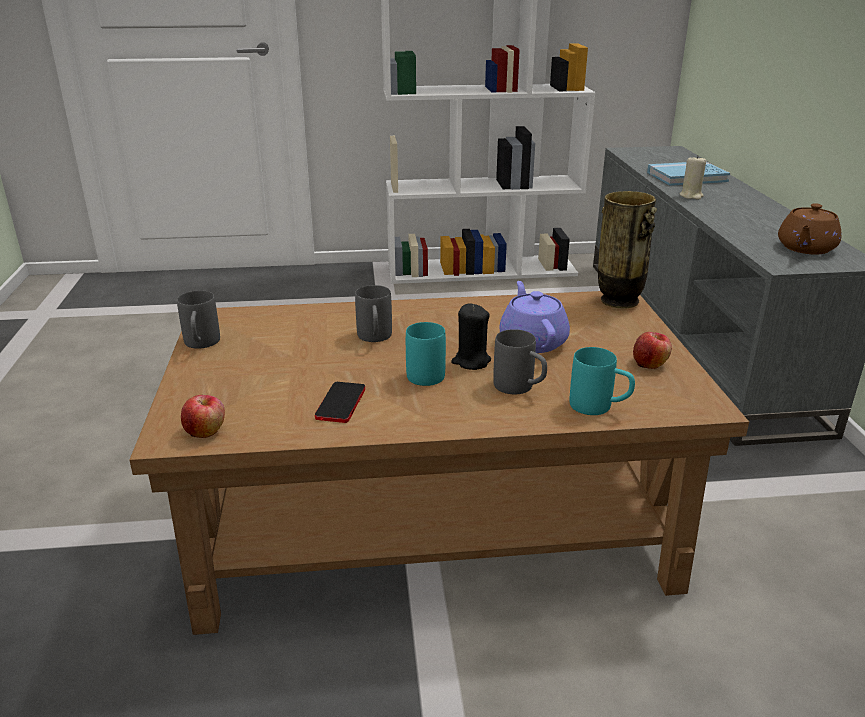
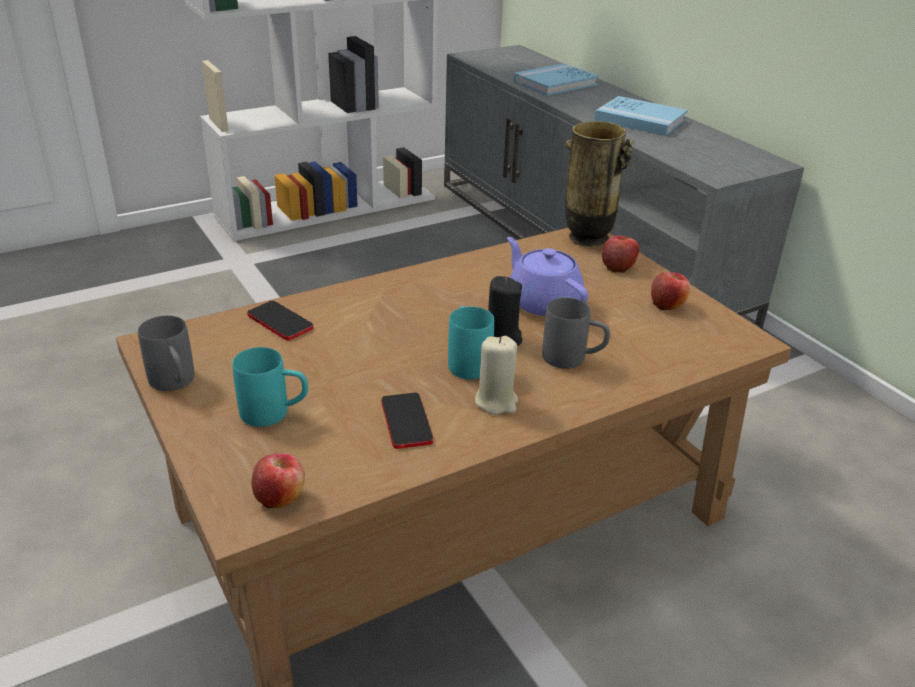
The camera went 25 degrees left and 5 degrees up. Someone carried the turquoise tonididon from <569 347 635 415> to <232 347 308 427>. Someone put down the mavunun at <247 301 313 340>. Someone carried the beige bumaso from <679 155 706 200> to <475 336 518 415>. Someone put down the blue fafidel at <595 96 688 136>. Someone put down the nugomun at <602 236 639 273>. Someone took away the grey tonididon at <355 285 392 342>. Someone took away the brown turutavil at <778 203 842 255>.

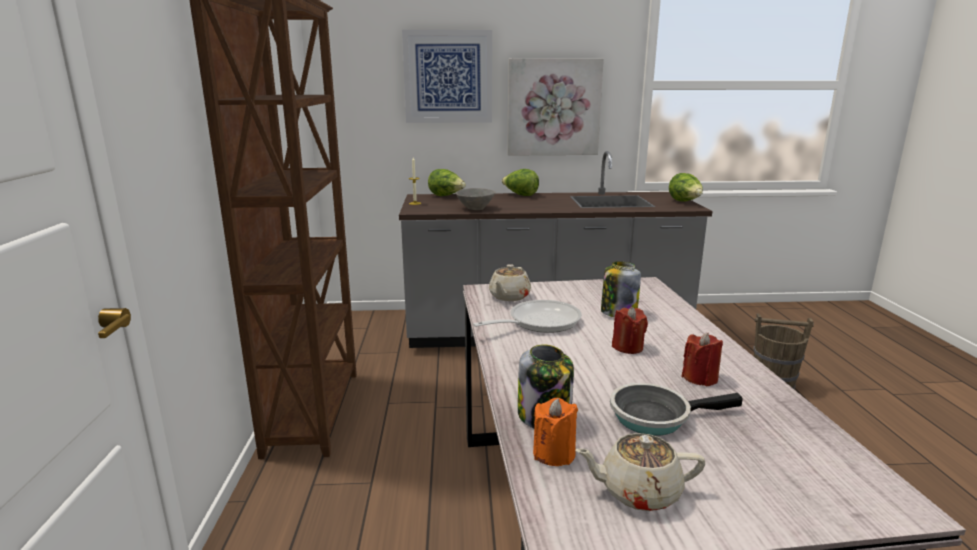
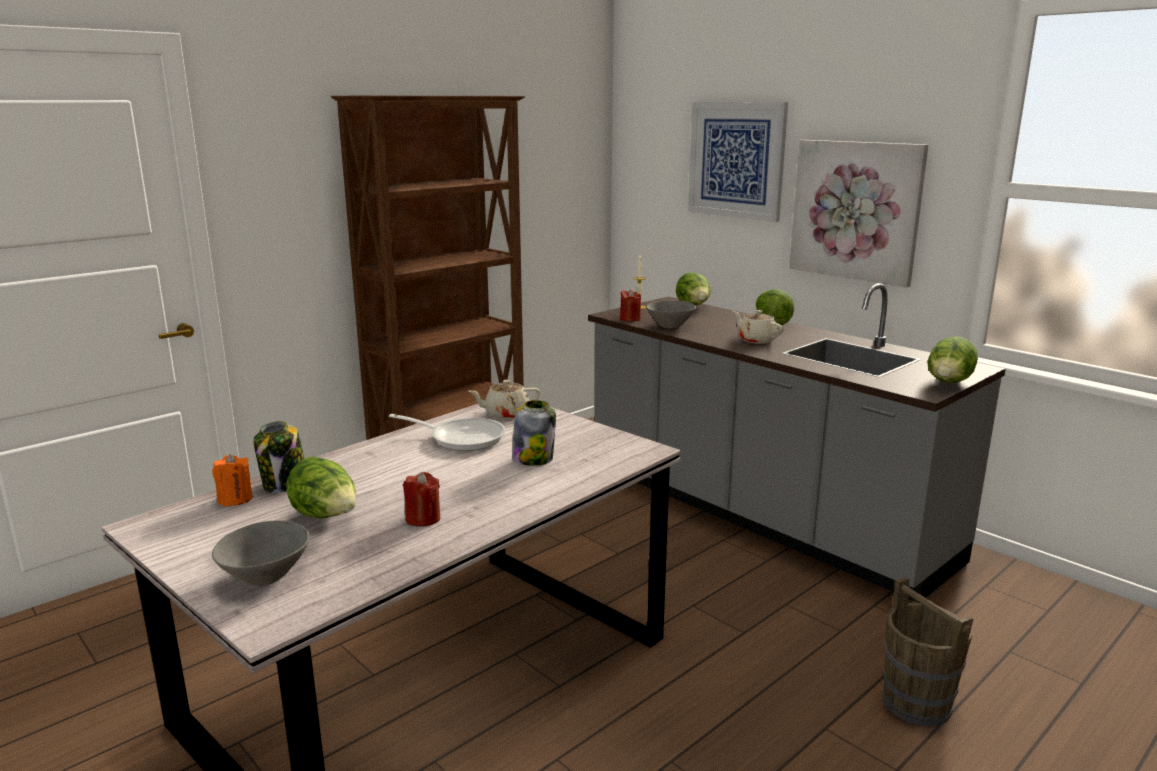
The camera went 50 degrees right and 0 degrees up. Someone put down the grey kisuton at <212 521 309 586>. Someone swapped the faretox at <610 383 743 435> for the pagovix at <286 456 356 519>. Someone carried the red bumaso from <612 307 648 354> to <620 289 641 322>. Someone carried the beige turutavil from <575 433 705 511> to <733 310 783 344>.

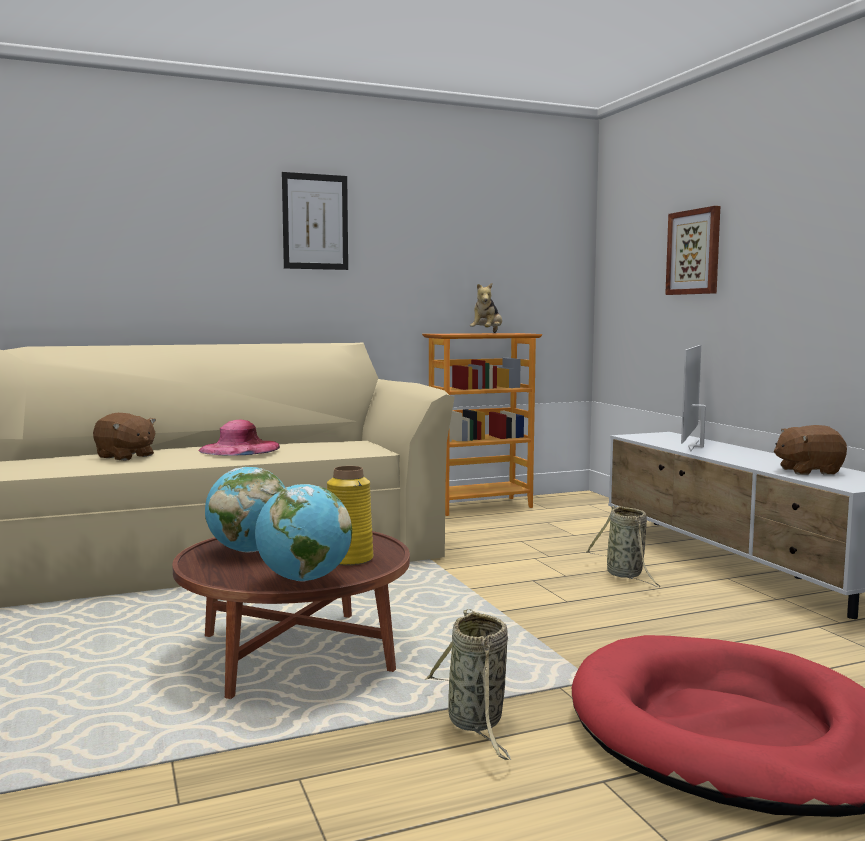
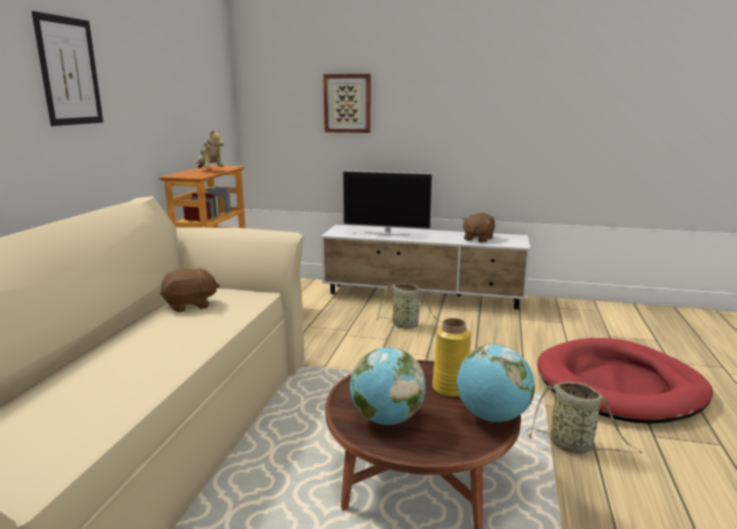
The camera went 55 degrees left and 10 degrees up. Someone carried the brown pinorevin from <93 413 156 461> to <160 267 220 312>. Someone rotated the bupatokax at <681 345 706 451> by 45 degrees counterclockwise. Someone took away the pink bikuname at <198 420 280 456>.

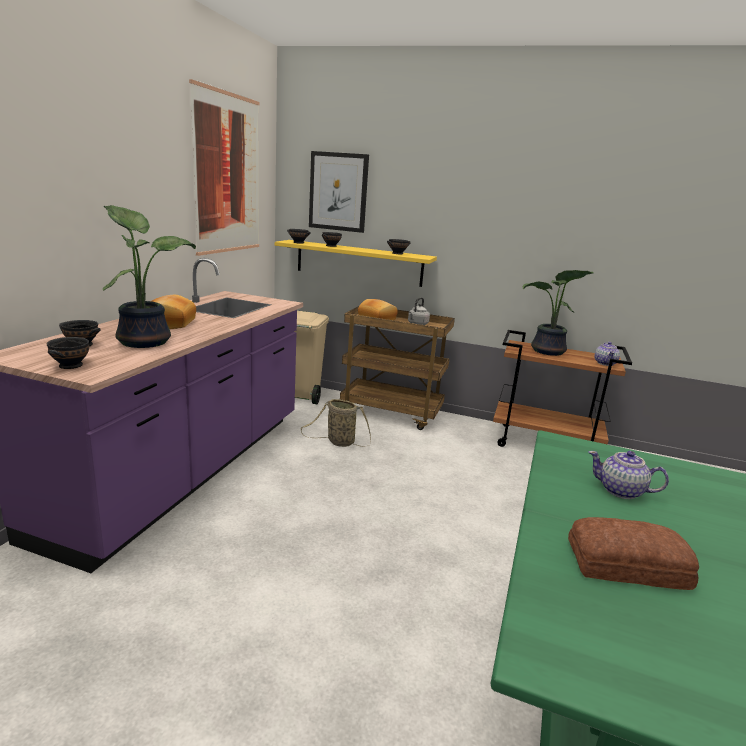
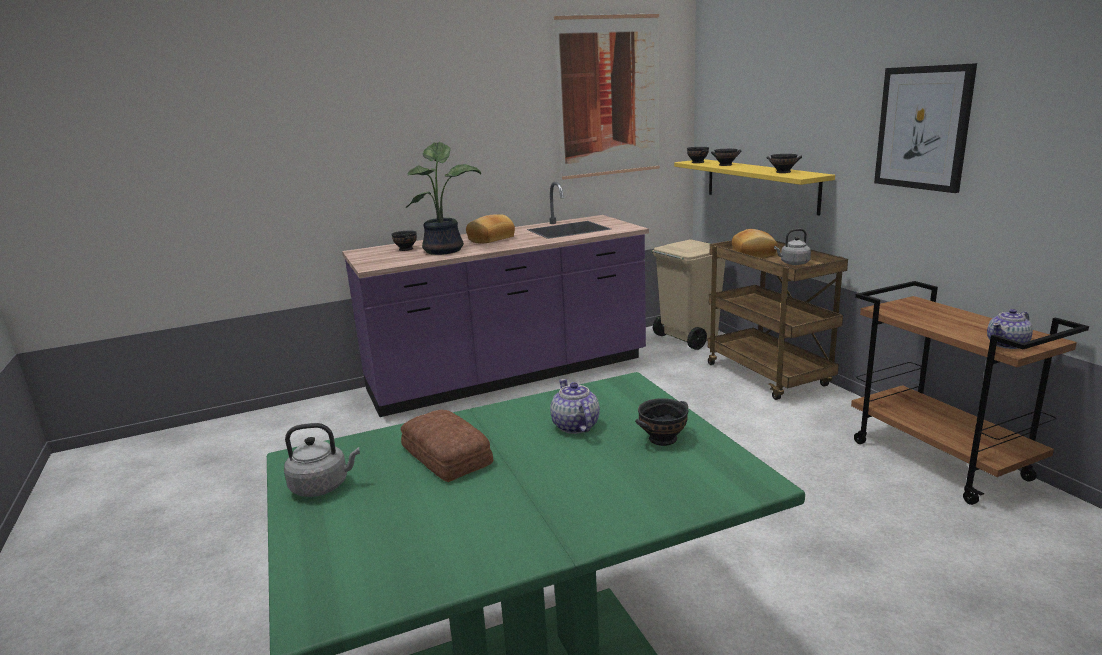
The camera went 50 degrees right and 0 degrees up. Someone put down the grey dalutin at <284 423 360 497>. Someone carried the black kisuton from <47 337 89 369> to <635 398 688 446>. Someone carried the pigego from <309 151 369 233> to <874 63 977 193>. Someone took away the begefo at <301 399 371 447>. Someone took away the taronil at <522 270 593 356>.

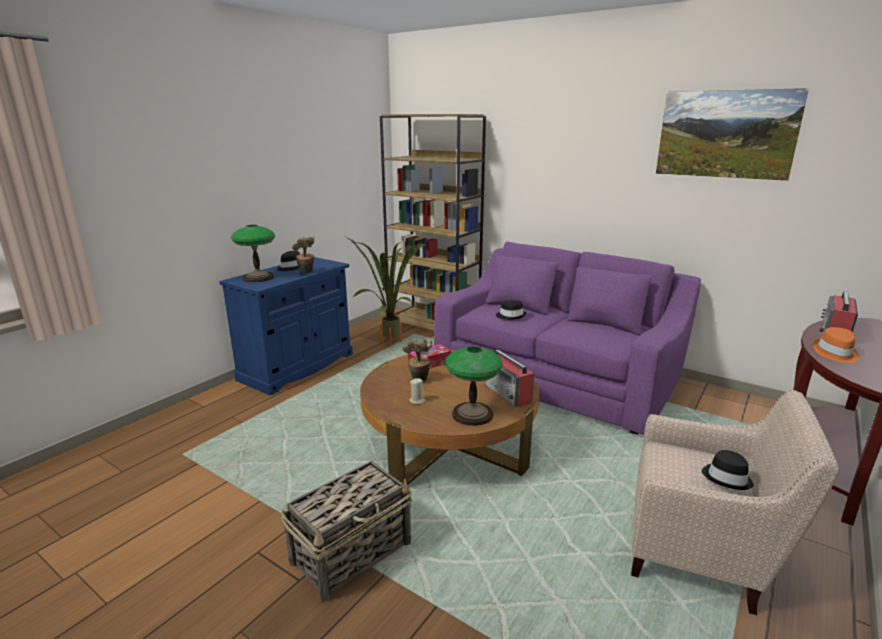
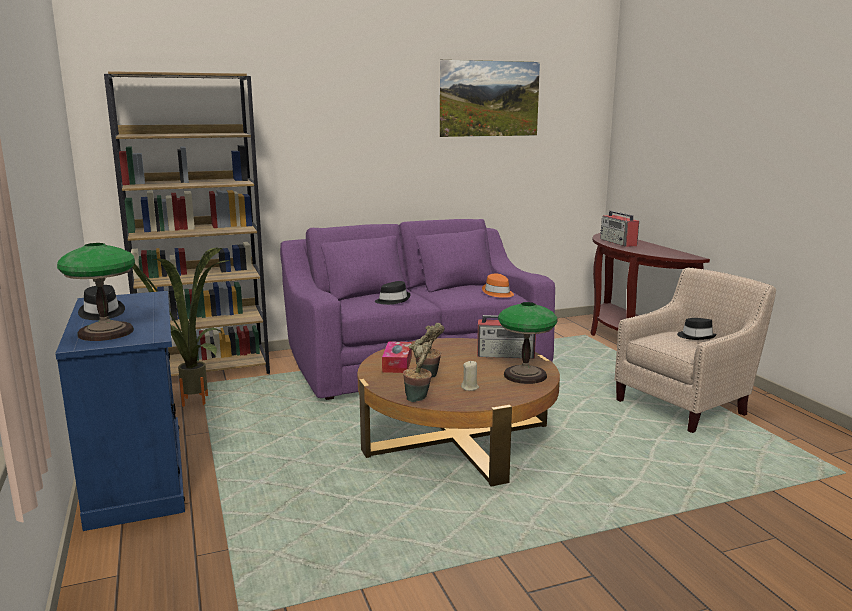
The camera went 55 degrees left and 5 degrees down. Someone carried the taronil from <292 236 315 273> to <403 339 432 402>. Someone carried the orange bikuname from <813 327 859 363> to <482 274 514 298>. Someone took away the begefo at <281 460 412 602>.

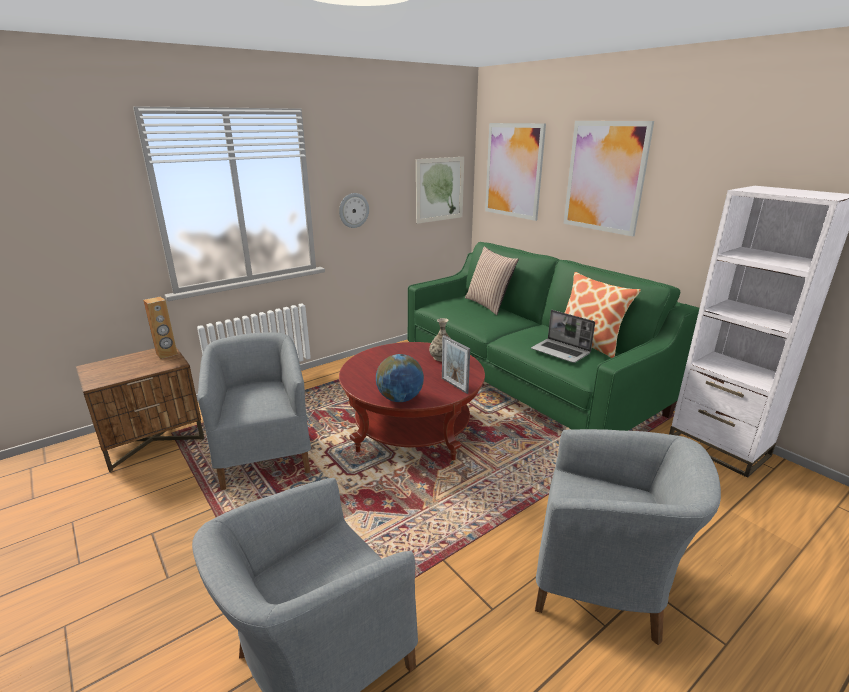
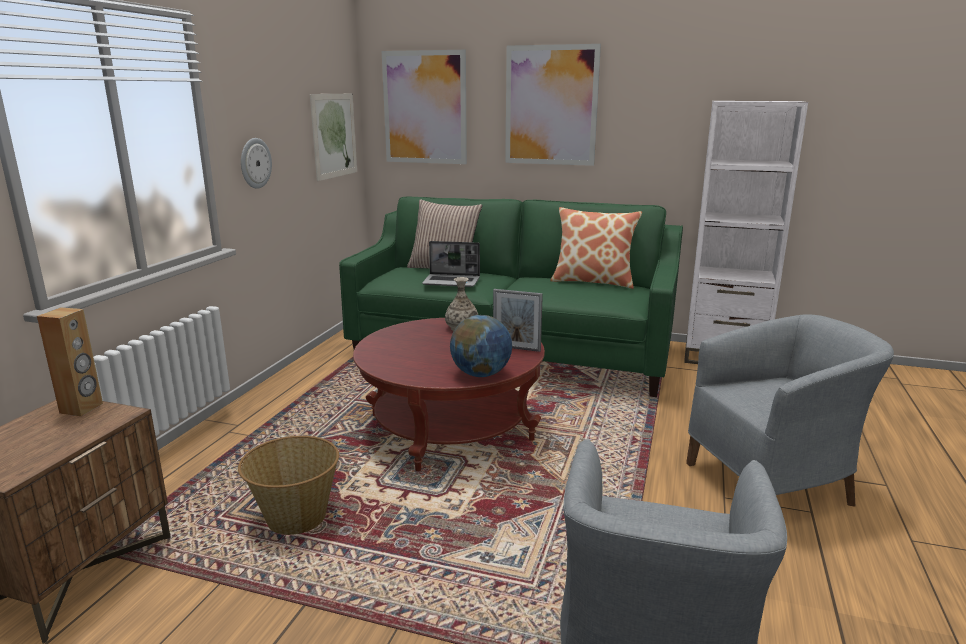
The camera went 35 degrees left and 5 degrees down. Someone swapped the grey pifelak at <198 332 311 490> for the begefo at <238 436 339 535>. Someone carried the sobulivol from <531 310 595 363> to <422 241 480 287>.

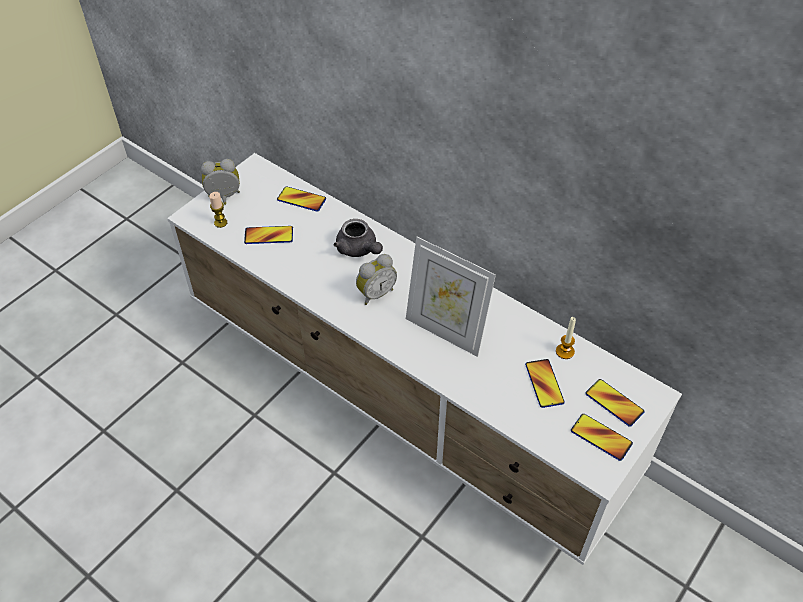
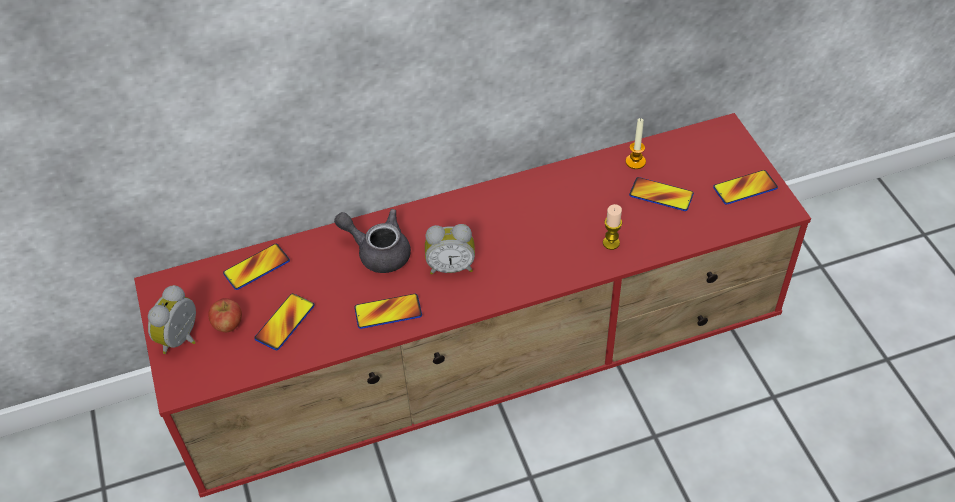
The camera went 55 degrees left and 0 degrees up. Someone repainted the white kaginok at <167 153 682 565>, which became the red kaginok at <134 113 811 498>. Someone put down the nugomun at <208 298 242 332>. Someone rotated the grey turutavil at <334 219 383 257> by 150 degrees counterclockwise. Someone carried the mavunun from <585 379 644 427> to <354 294 422 329>. Someone rotated the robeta at <356 254 397 305> by 90 degrees clockwise. Someone carried the bumaso from <209 192 227 228> to <603 204 622 250>. Someone took away the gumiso at <406 237 496 357>.

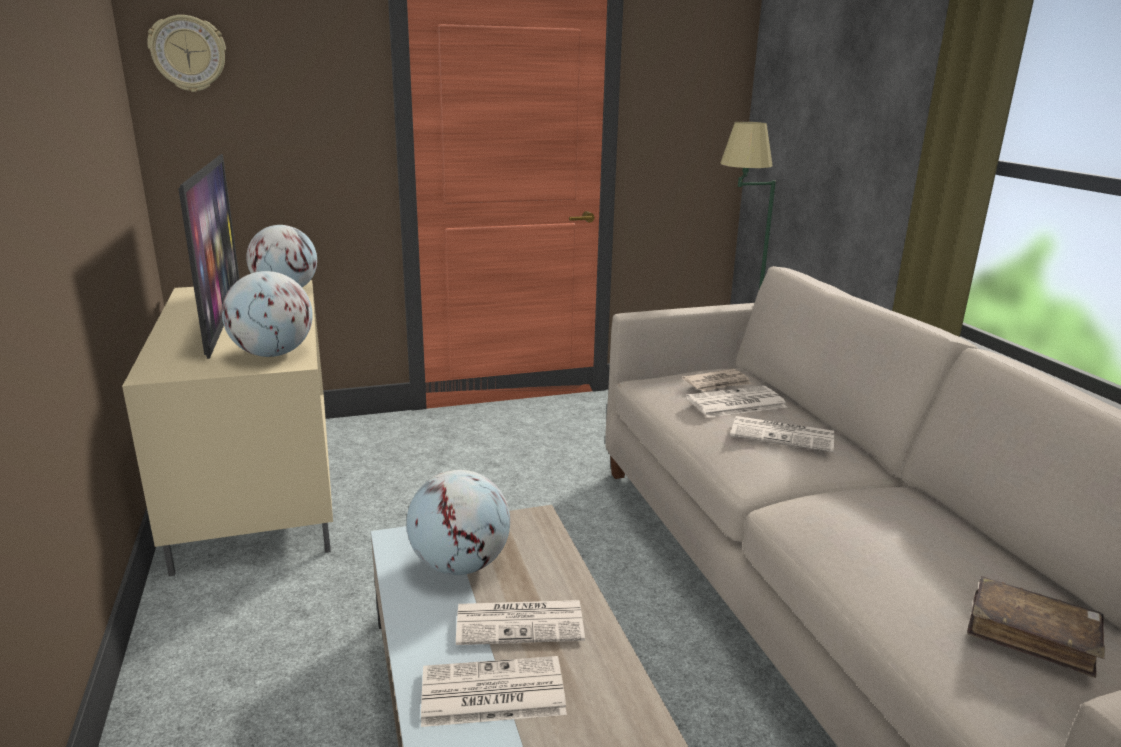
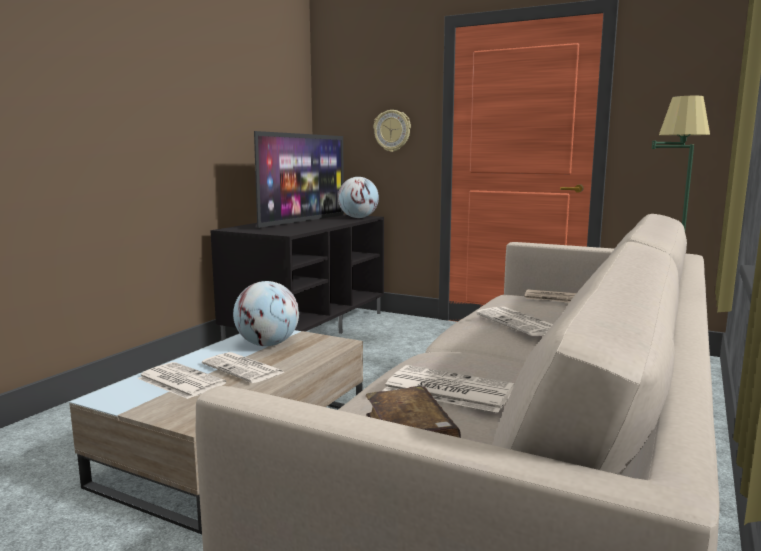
The camera went 45 degrees right and 10 degrees down. Someone repainted the beige kaginok at <122 280 333 576>, which became the black kaginok at <210 215 384 341>. Someone carried the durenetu from <147 15 226 92> to <374 110 411 152>. Someone carried the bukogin from <686 386 787 418> to <383 365 515 413>. Someone took away the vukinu at <222 271 313 357>.

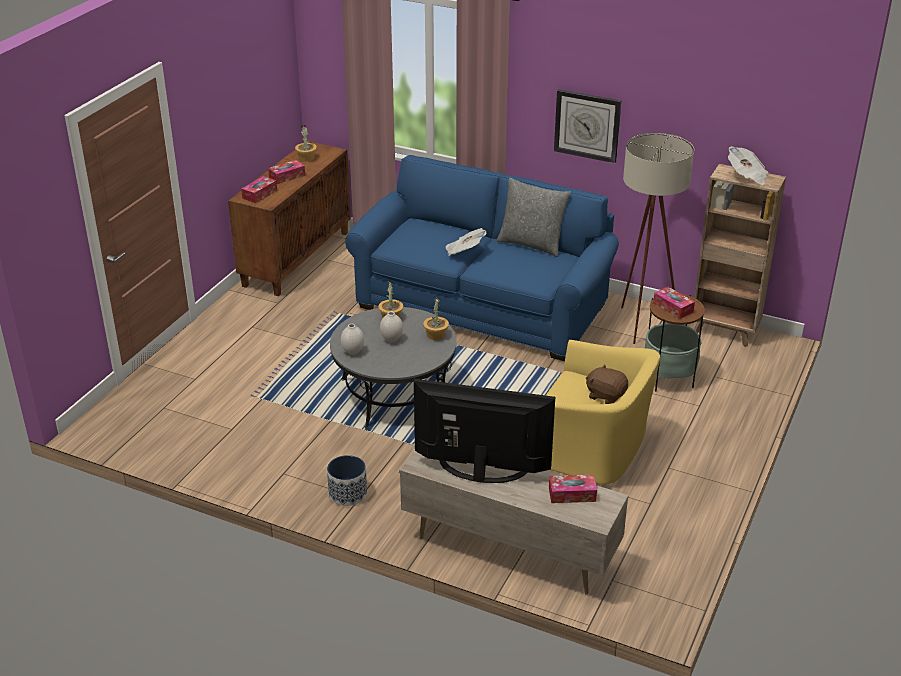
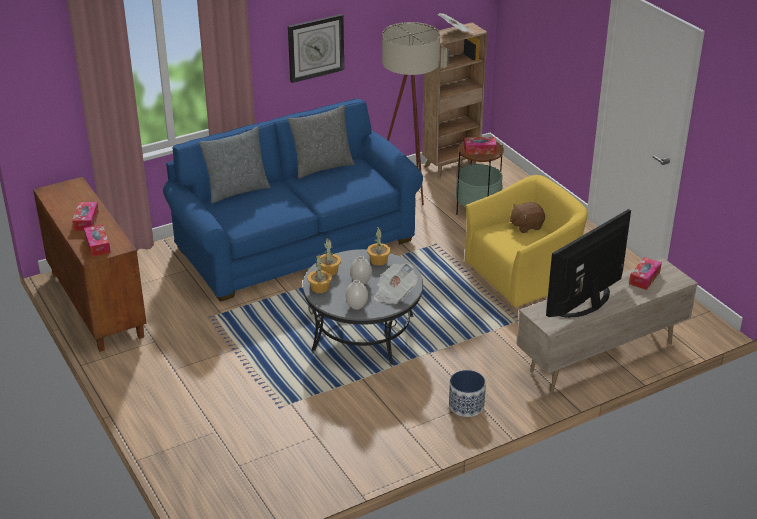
The camera went 55 degrees left and 0 degrees up. Someone put down the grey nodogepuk at <199 127 271 204>. Someone carried the taronil from <295 125 317 162> to <307 254 332 293>. Someone carried the bukogin from <446 228 486 256> to <374 263 418 305>.

